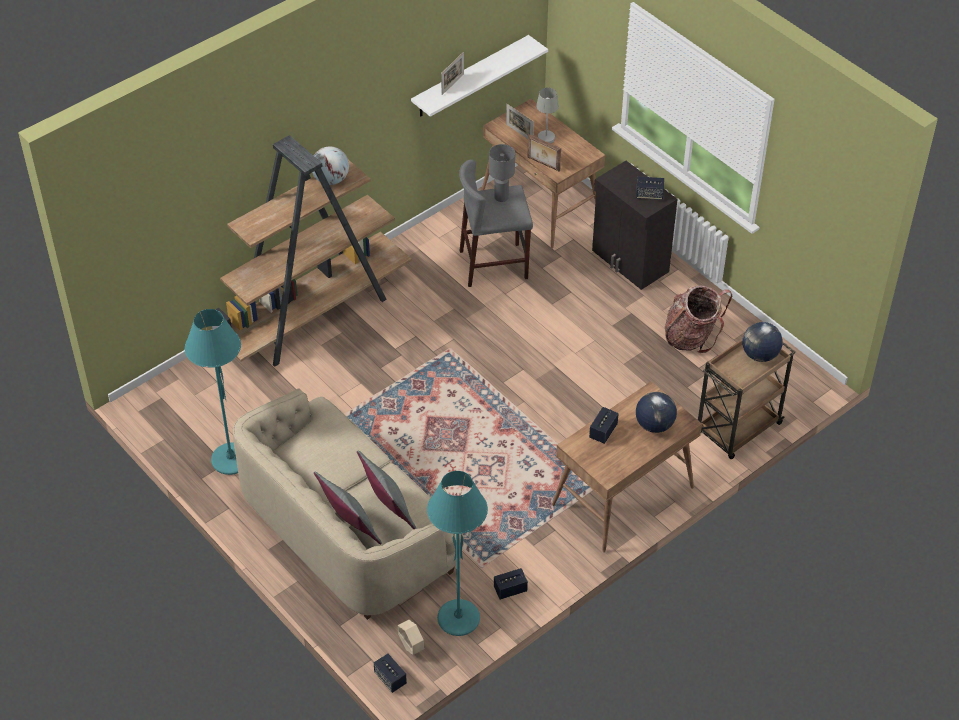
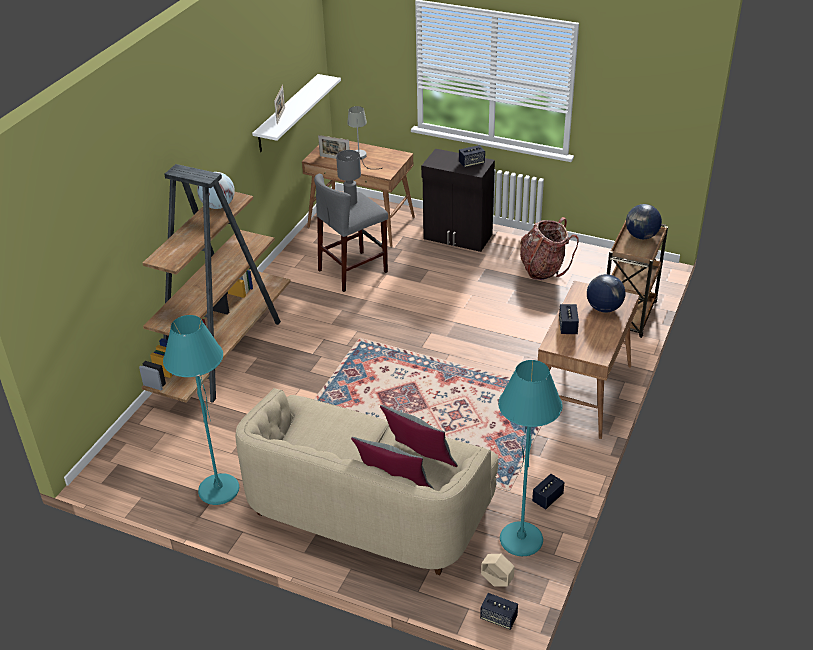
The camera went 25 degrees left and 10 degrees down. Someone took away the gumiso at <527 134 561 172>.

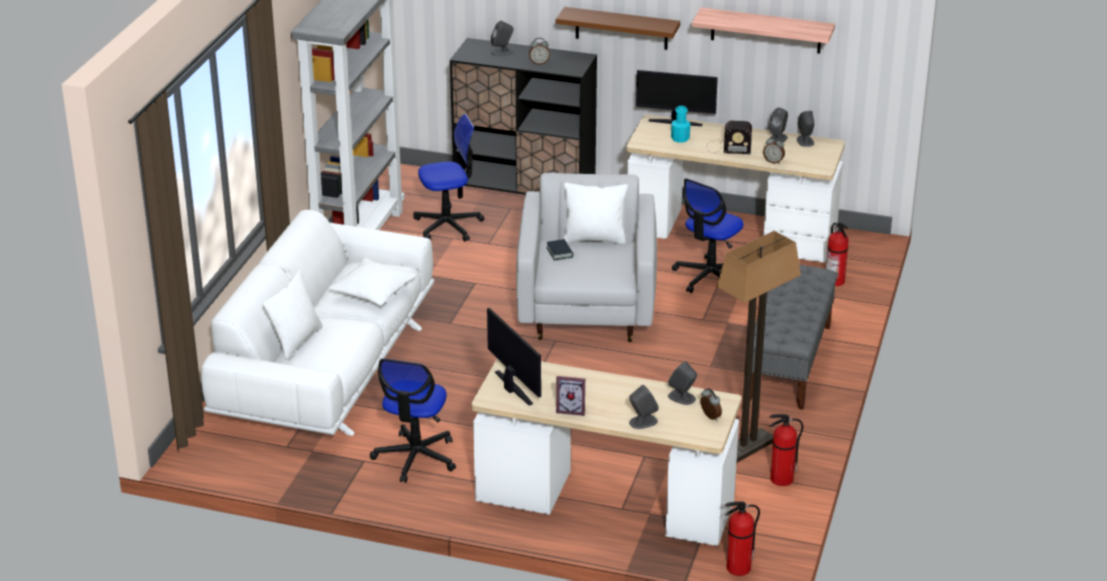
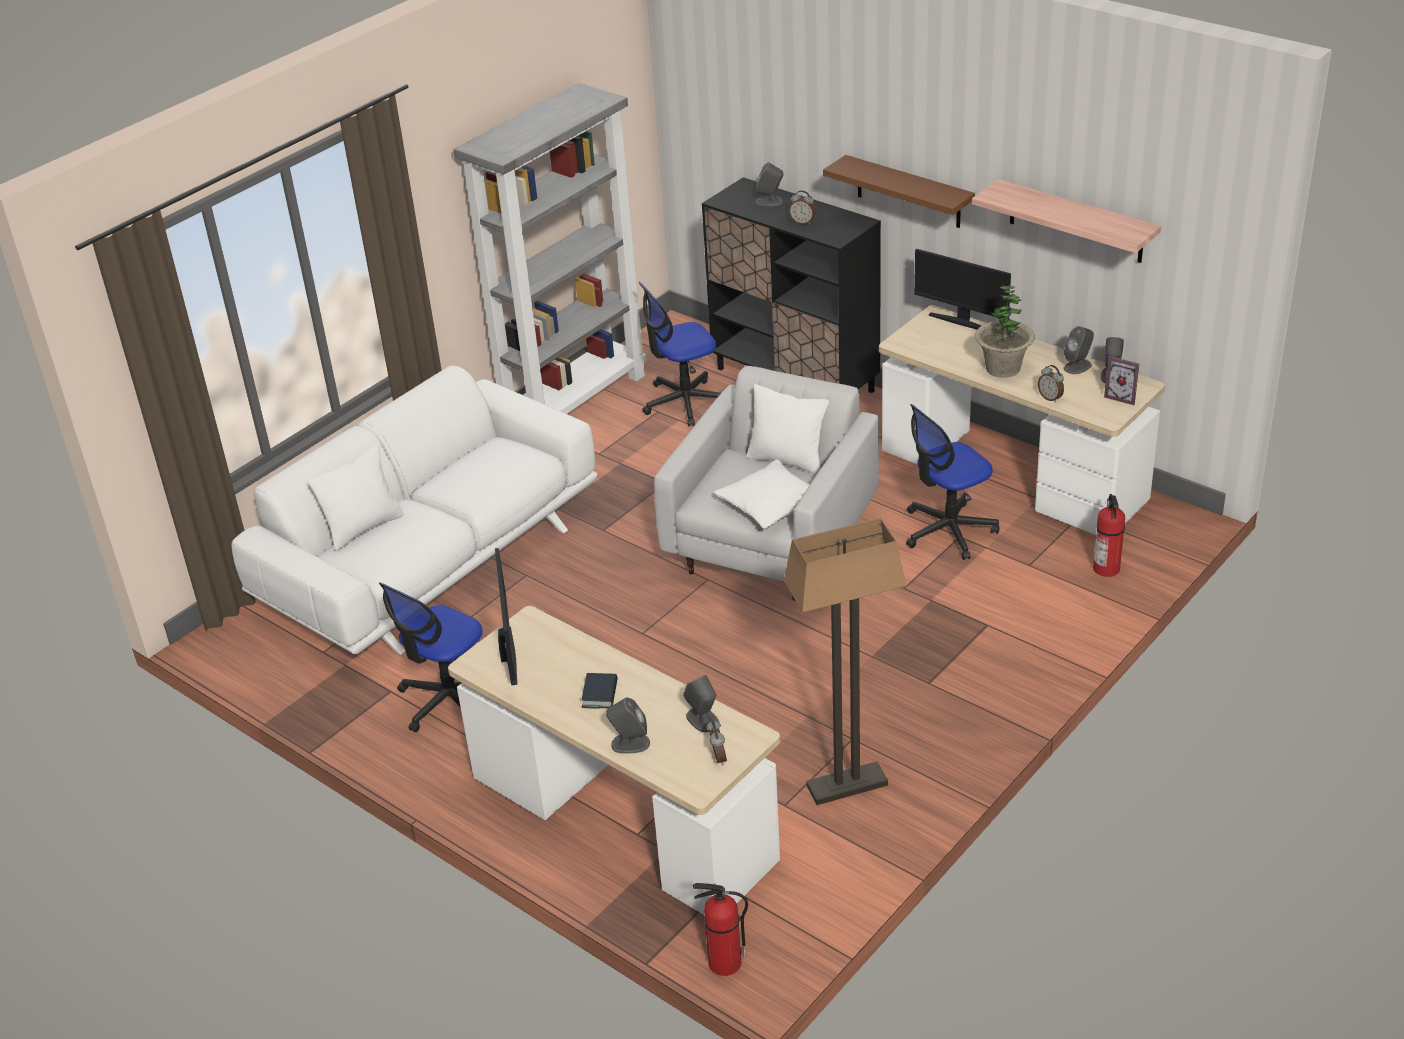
The camera went 25 degrees right and 5 degrees up. Someone carried the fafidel from <546 239 573 260> to <582 673 618 709>. Someone rotated the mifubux at <413 114 484 242> by 150 degrees clockwise. Someone carried the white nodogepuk from <329 258 417 306> to <714 459 810 529>. Someone swapped the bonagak at <707 121 752 154> for the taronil at <975 285 1035 378>. Someone carried the gumiso from <556 376 585 416> to <1104 356 1139 405>. Someone took away the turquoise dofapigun at <671 106 690 143>. Someone took away the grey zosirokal at <750 264 838 410>. Someone took away the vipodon at <769 414 804 486>.

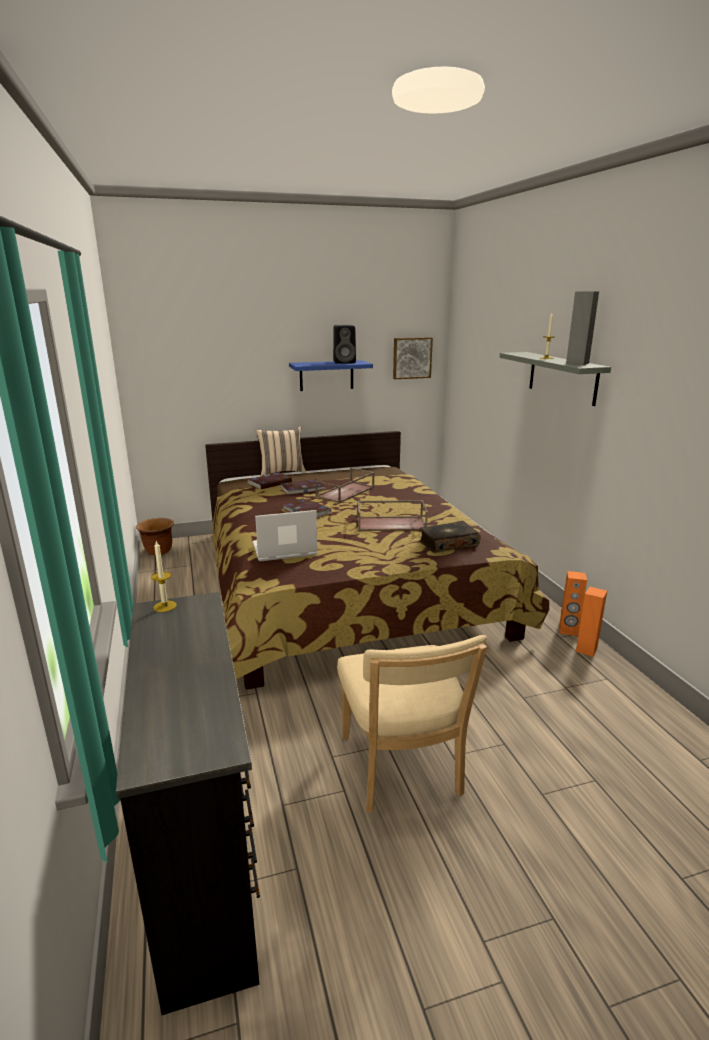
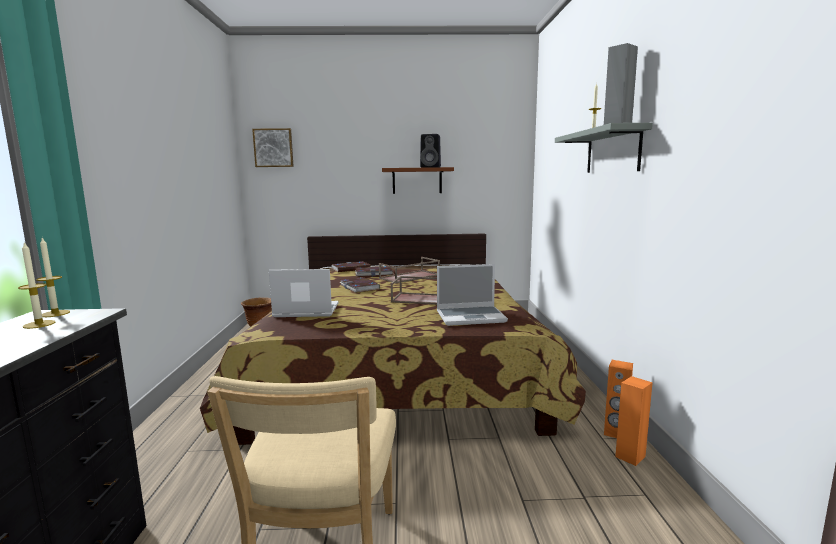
The camera went 15 degrees right and 10 degrees down. Someone put down the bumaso at <18 242 55 329>. Someone carried the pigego from <393 337 433 379> to <252 128 294 167>. Someone repainted the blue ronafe at <289 360 373 391>, which became the brown ronafe at <382 167 454 194>. Someone swapped the fafidel at <419 521 480 553> for the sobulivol at <437 264 508 326>. Someone took away the beige nodogepuk at <256 426 306 476>.

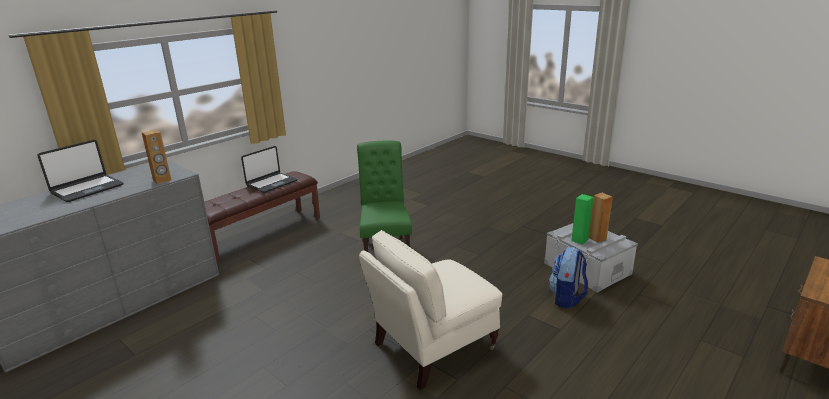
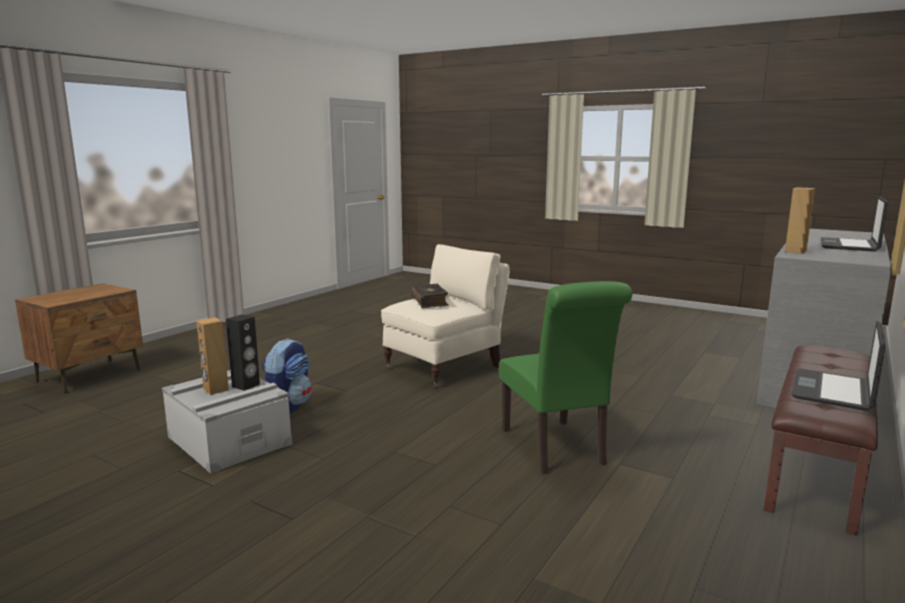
The camera went 170 degrees right and 10 degrees down. Someone repainted the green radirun at <571 194 594 245>, which became the black radirun at <226 314 260 391>. Someone put down the fafidel at <411 284 449 308>.

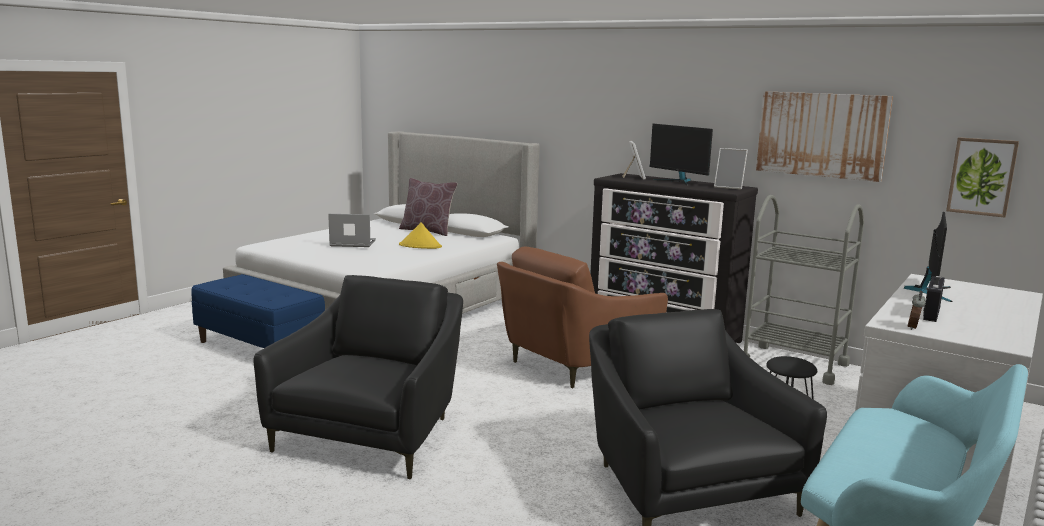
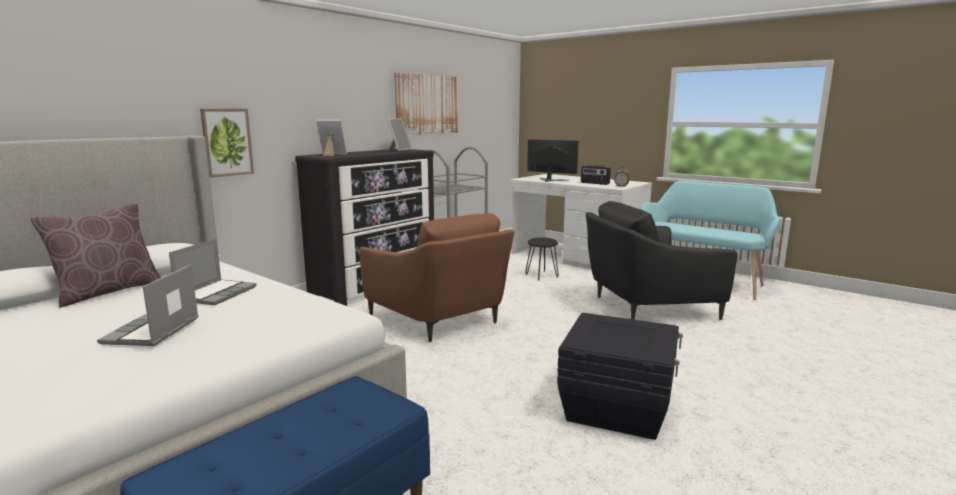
The camera went 85 degrees left and 0 degrees up. Someone swapped the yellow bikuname at <399 222 442 249> for the sobulivol at <169 239 257 305>. Someone carried the pigego from <946 137 1019 218> to <200 109 254 178>. Someone swapped the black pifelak at <254 275 463 479> for the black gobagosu at <557 313 683 440>. Someone took away the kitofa at <650 124 713 186>.

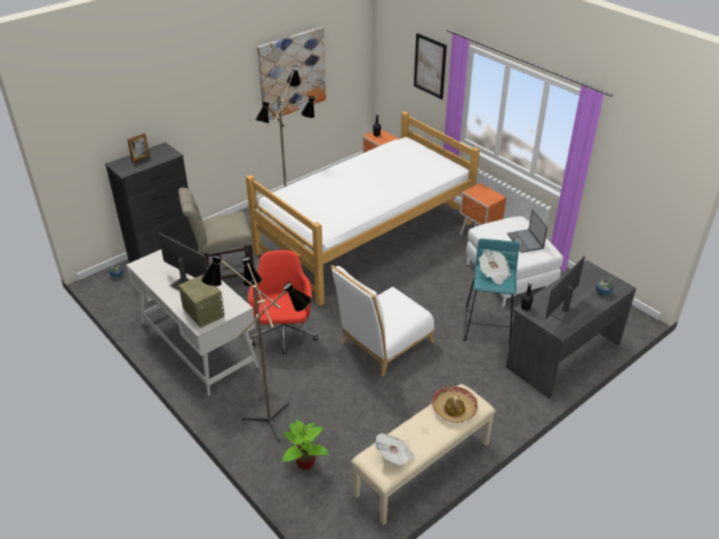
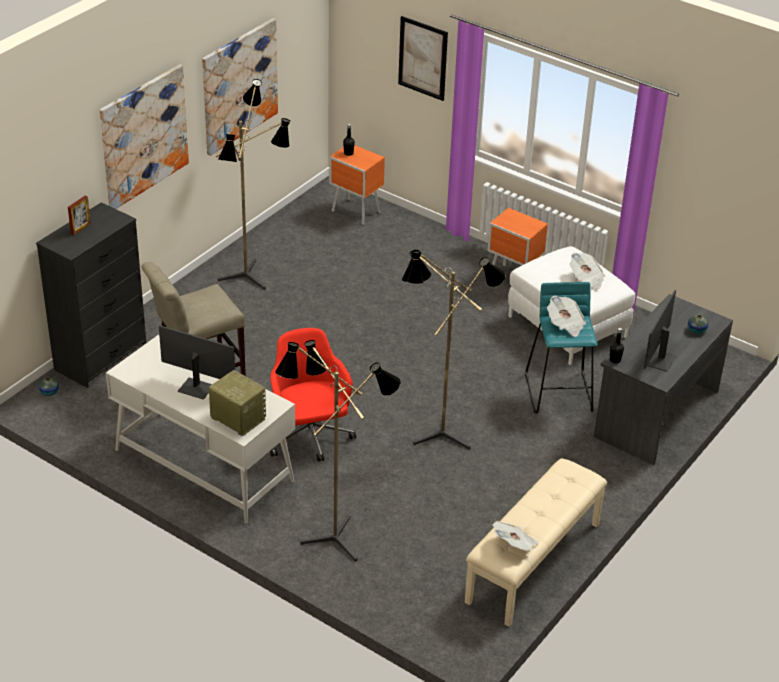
The camera went 15 degrees left and 0 degrees up. Someone put up the pigego at <100 65 189 209>. Someone swapped the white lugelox at <331 265 435 376> for the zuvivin at <402 250 506 450>. Someone swapped the sobulivol at <507 209 548 253> for the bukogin at <570 252 606 289>. Someone took away the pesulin at <246 111 480 306>. Someone took away the taronil at <282 420 329 470>. Someone took away the bikuname at <432 386 478 423>.

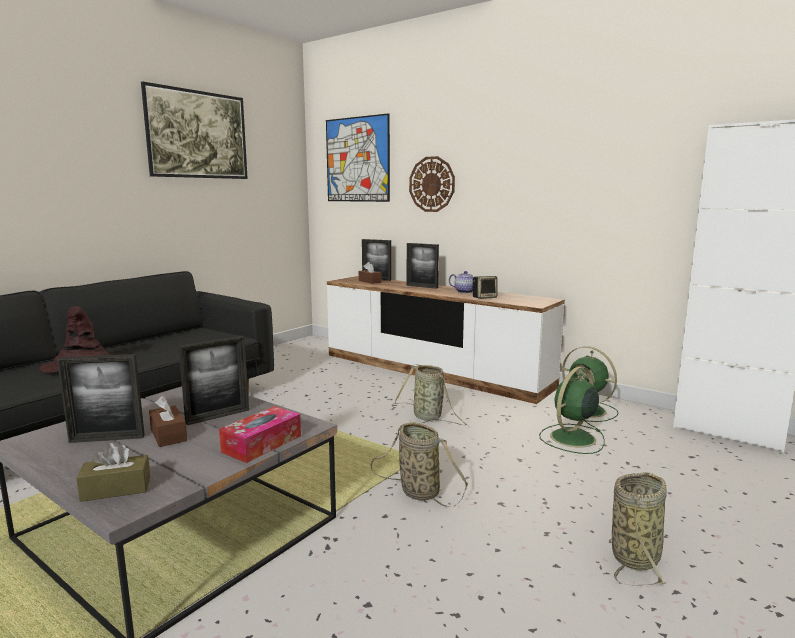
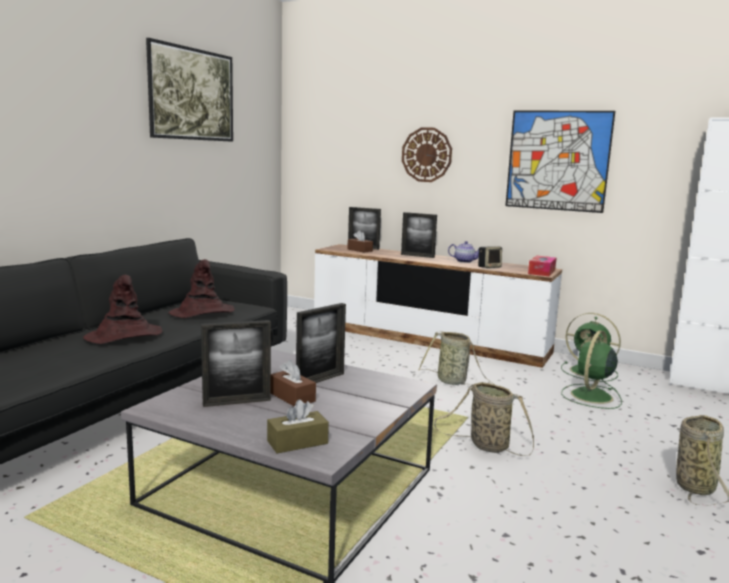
The camera went 10 degrees left and 0 degrees up. Someone put down the brown bikuname at <168 259 234 318>. Someone carried the pigego from <326 113 390 202> to <505 111 615 213>. Someone carried the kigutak from <219 406 301 463> to <528 256 556 276>.

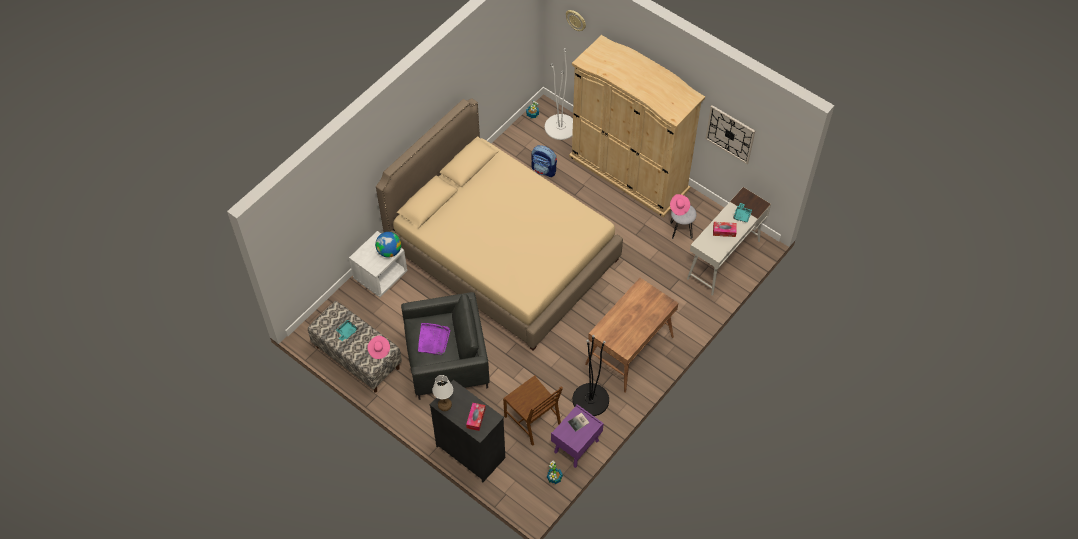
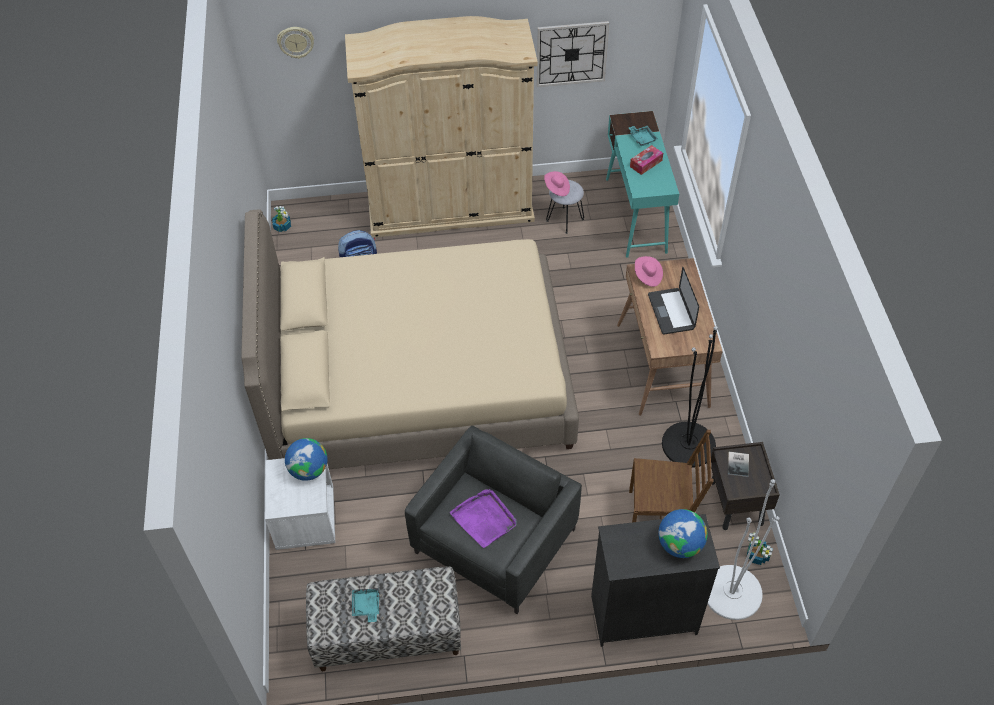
The camera went 45 degrees left and 5 degrees down. Someone repainted the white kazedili at <687 187 771 296>, which became the turquoise kazedili at <606 111 679 258>. Someone carried the pink bikuname from <367 336 390 359> to <635 256 663 287>. Someone put down the sobulivol at <648 267 699 335>. Someone swapped the kigutak at <466 403 486 431> for the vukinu at <658 509 707 558>. Someone carried the white zuvivin from <545 48 573 140> to <707 479 780 620>. Someone repainted the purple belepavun at <551 404 604 468>, which became the brown belepavun at <711 442 780 530>. Someone took away the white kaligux at <432 375 453 411>.

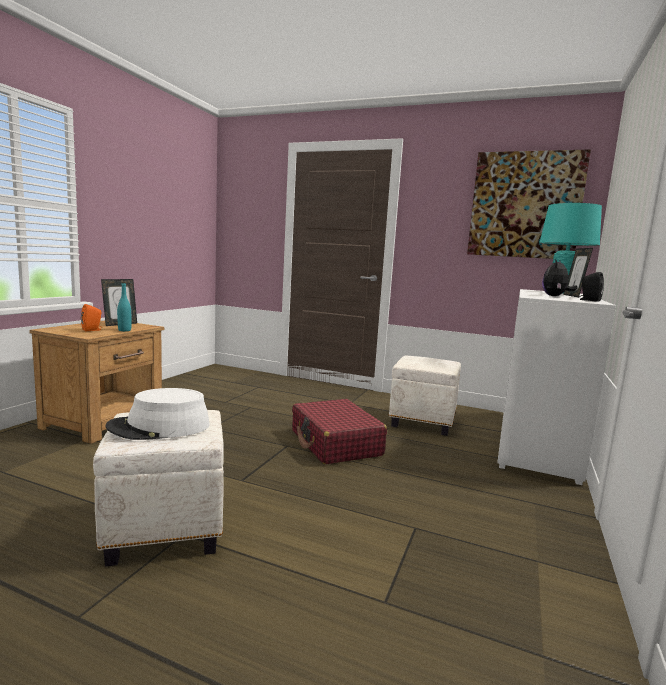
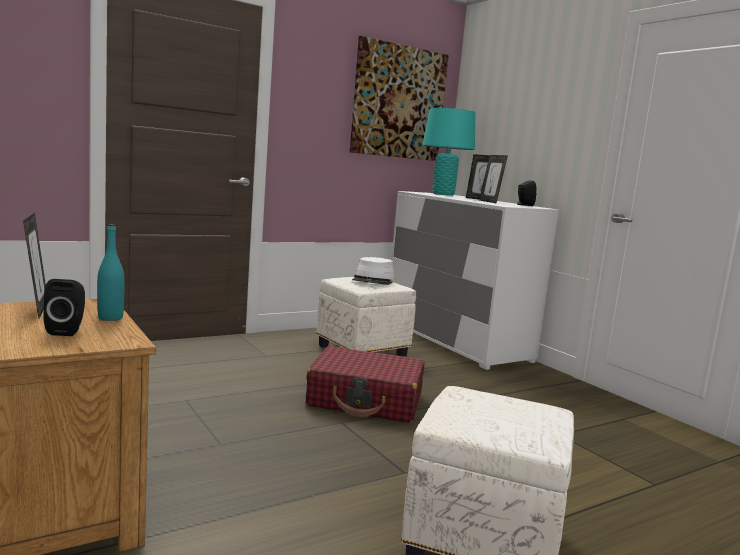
The camera went 55 degrees left and 0 degrees up. Someone repainted the orange radirun at <81 304 102 331>, which became the black radirun at <44 279 85 336>. Someone carried the white bikuname from <105 388 210 440> to <352 257 394 285>. Someone swapped the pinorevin at <542 260 578 296> for the gumiso at <479 155 508 203>.

